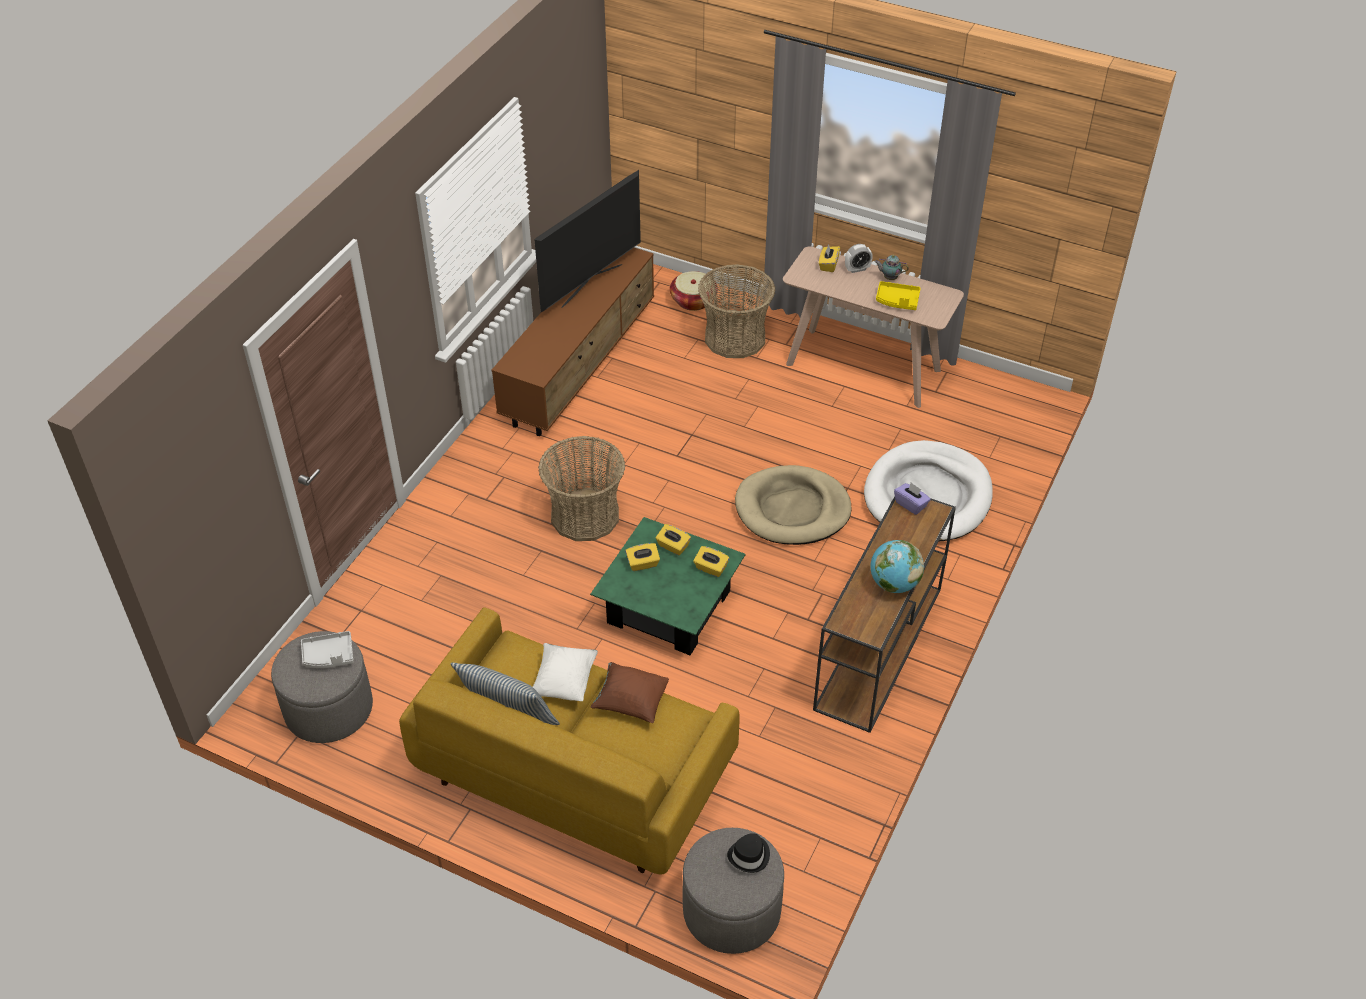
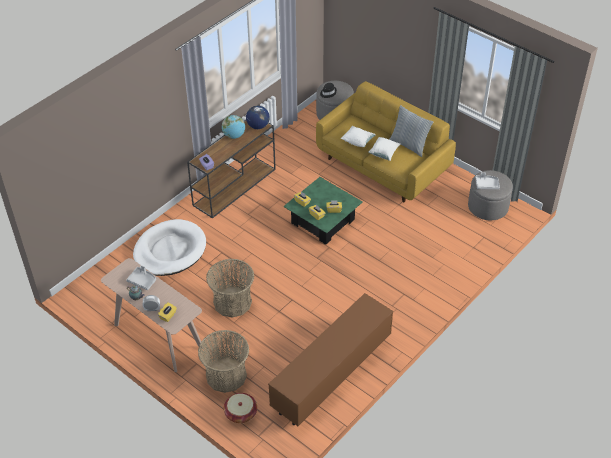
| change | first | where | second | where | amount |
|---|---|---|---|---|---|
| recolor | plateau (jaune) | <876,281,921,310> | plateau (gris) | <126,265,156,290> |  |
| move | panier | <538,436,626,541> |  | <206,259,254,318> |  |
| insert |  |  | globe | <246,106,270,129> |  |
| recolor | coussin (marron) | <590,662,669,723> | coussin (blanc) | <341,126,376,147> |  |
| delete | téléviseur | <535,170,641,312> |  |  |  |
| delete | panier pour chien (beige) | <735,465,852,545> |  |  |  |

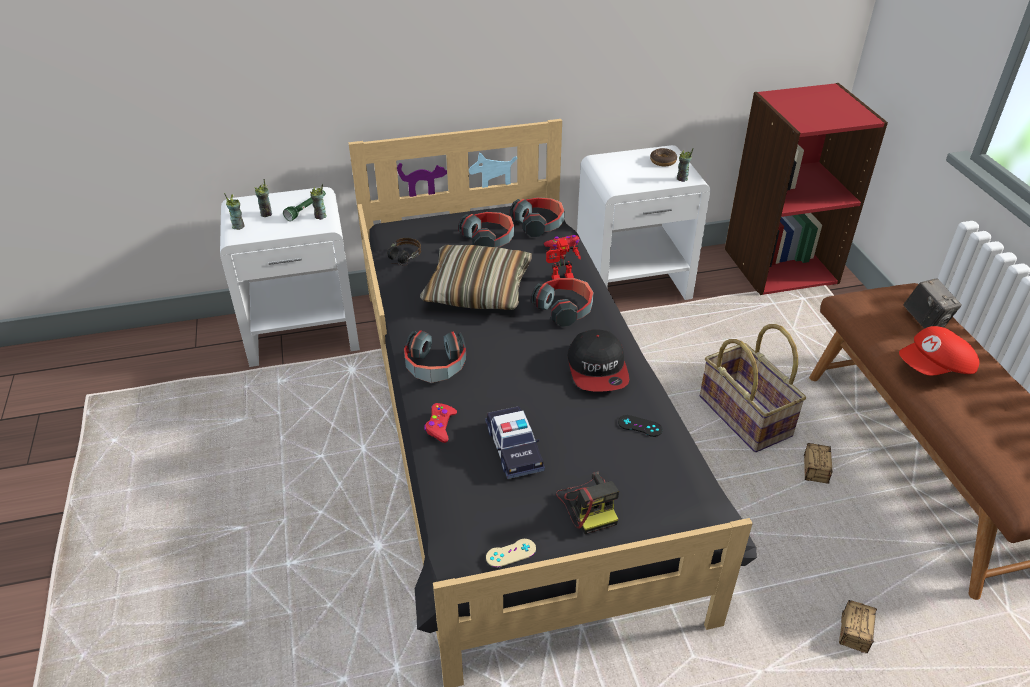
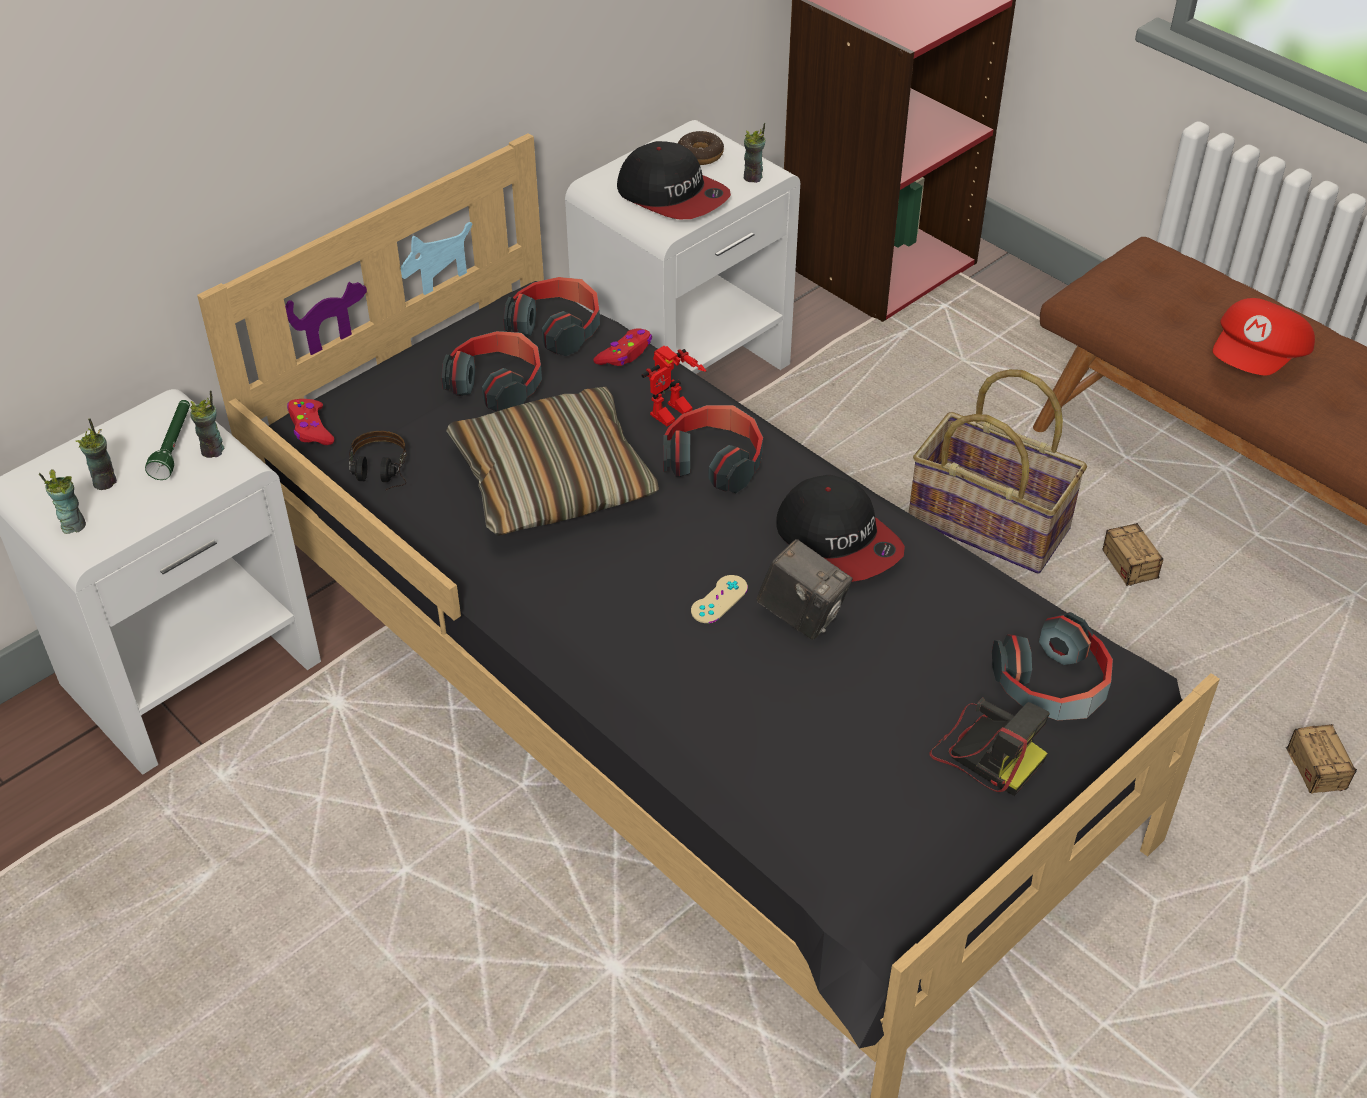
| change | first | where | second | where | amount |
|---|---|---|---|---|---|
| move | manette (rouge) | <424,403,457,443> |  | <287,399,334,445> |  |
| insert |  |  | casquette | <617,141,731,219> |  |
| move | manette (beige) | <486,539,536,567> |  | <691,575,748,623> |  |
| move | appareil photo | <903,278,962,329> |  | <757,539,852,640> |  |
| move | casque audio | <404,330,466,383> |  | <992,612,1113,720> |  |
| delete | petite voiture | <485,406,545,479> |  |  |  |
| delete | manette (noir) | <618,415,663,437> |  |  |  |

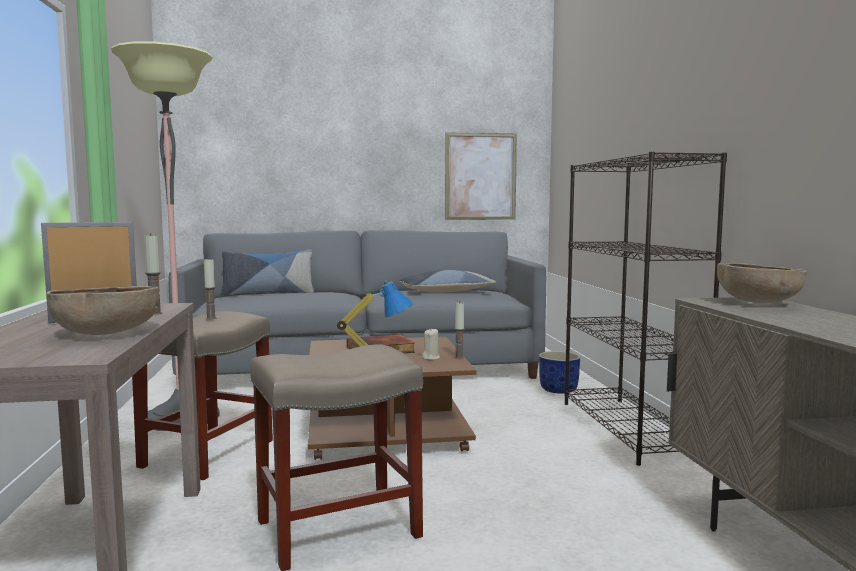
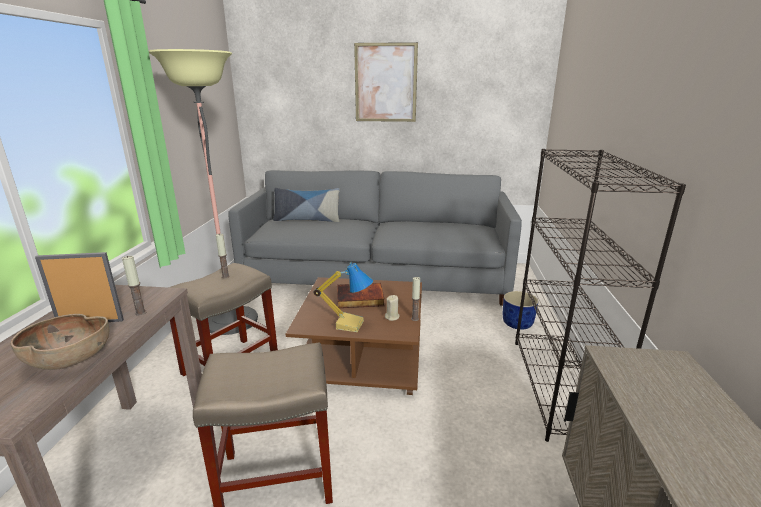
| change | first | where | second | where | amount |
|---|---|---|---|---|---|
| move | tableau | <445,132,517,220> |  | <354,42,418,122> |  |
| delete | coussin | <399,270,496,292> |  |  |  |
| delete | bol (marron) | <717,263,807,303> |  |  |  |

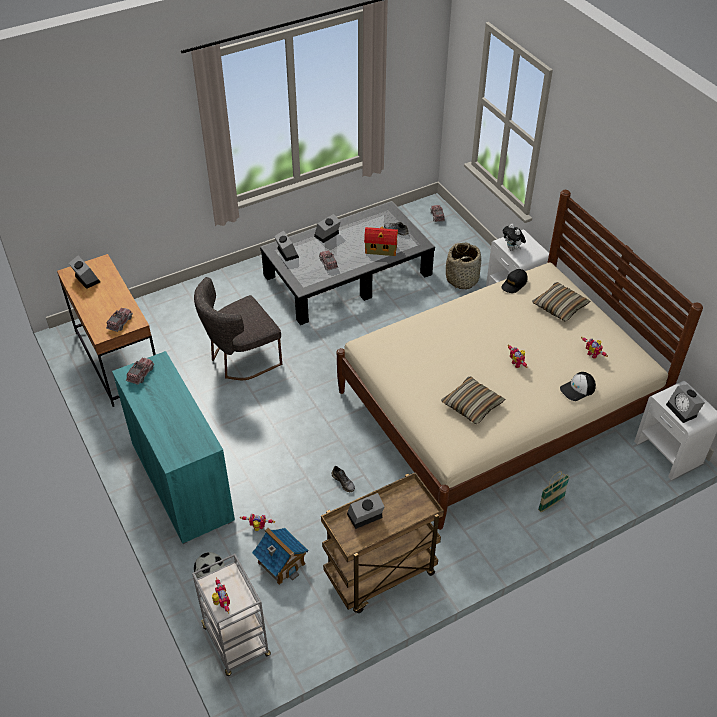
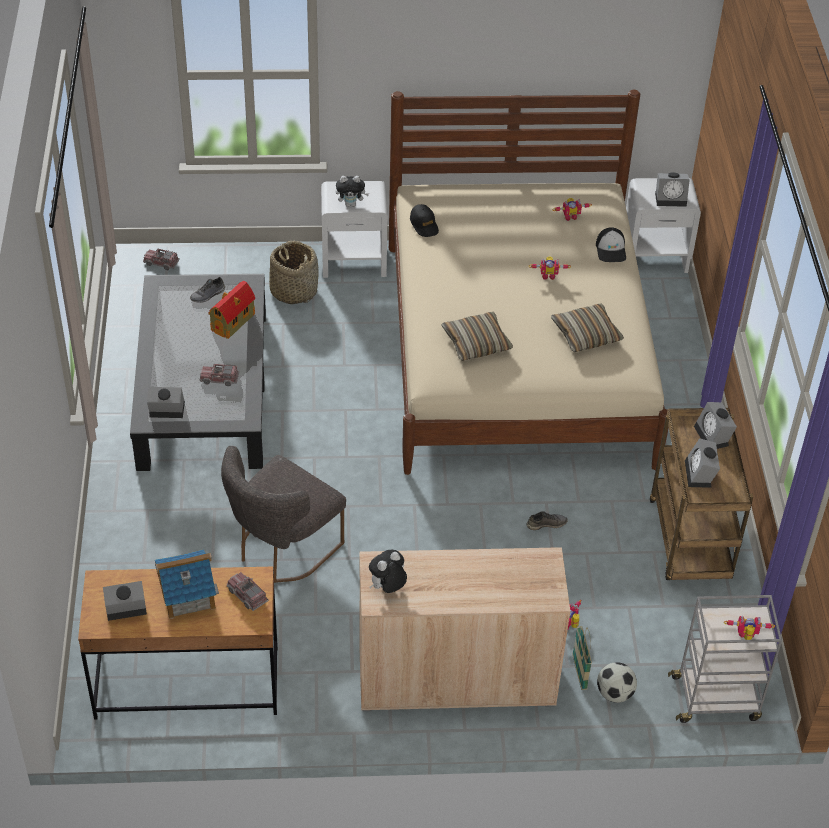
| change | first | where | second | where | amount |
|---|---|---|---|---|---|
| move | maison miniature | <252,528,309,585> |  | <155,549,219,619> |  |
| rotate | chaise (gris) | <194,277,282,380> |  | <221,446,346,583> | 45 degrees clockwise |
| recolor | meuble de rangement (turquoise) | <112,351,235,544> | meuble de rangement (beige) | <359,547,570,711> |  |
| replace | camion jouet | <126,358,154,385> | peluche | <369,550,407,593> |  |
| move | coussin | <532,282,590,321> |  | <441,312,513,361> |  |
| move | panier | <538,471,570,512> |  | <572,626,592,690> |  |
| move | réveil | <314,214,341,243> |  | <694,402,737,449> |  |

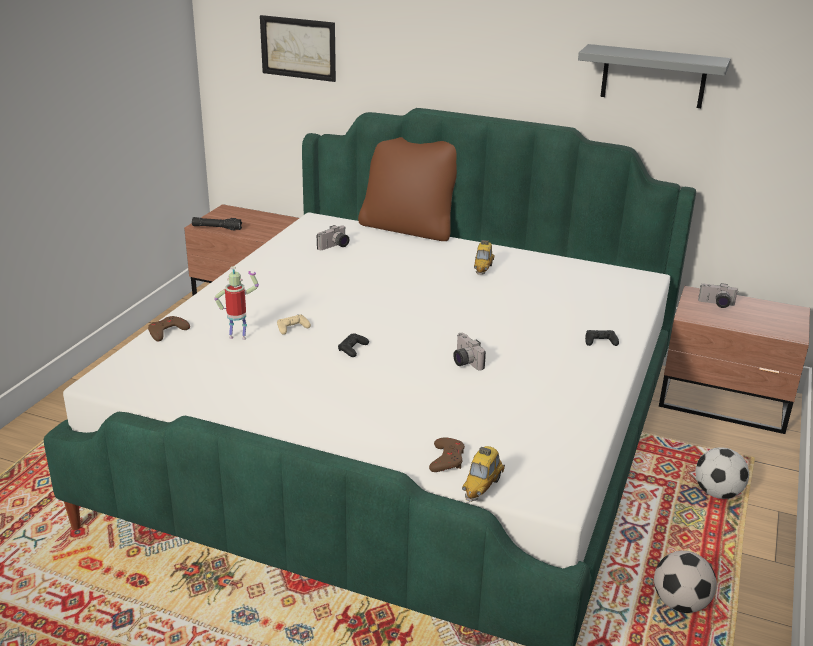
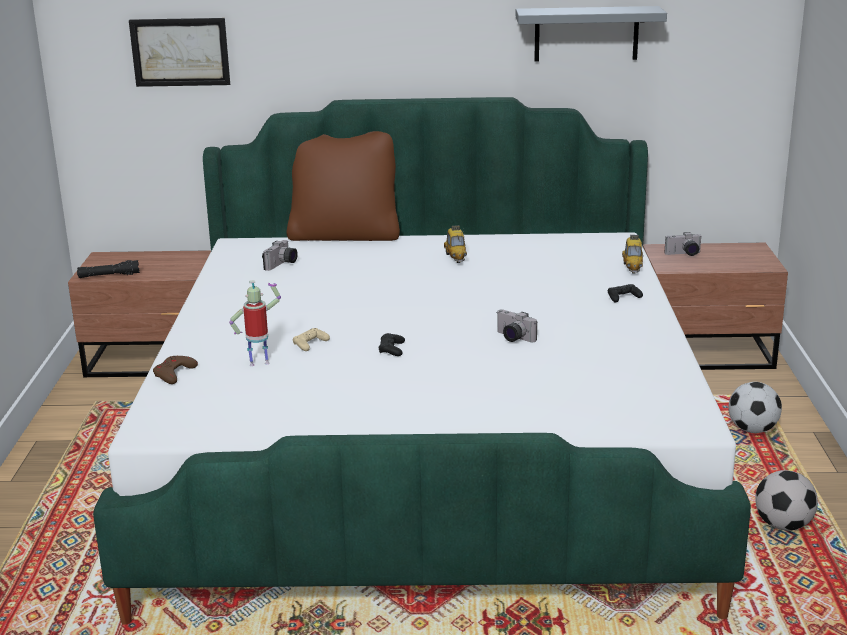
| change | first | where | second | where | amount |
|---|---|---|---|---|---|
| move | petite voiture | <462,446,505,502> |  | <622,235,643,273> |  |
| delete | manette (marron) | <429,437,465,472> |  |  |  |

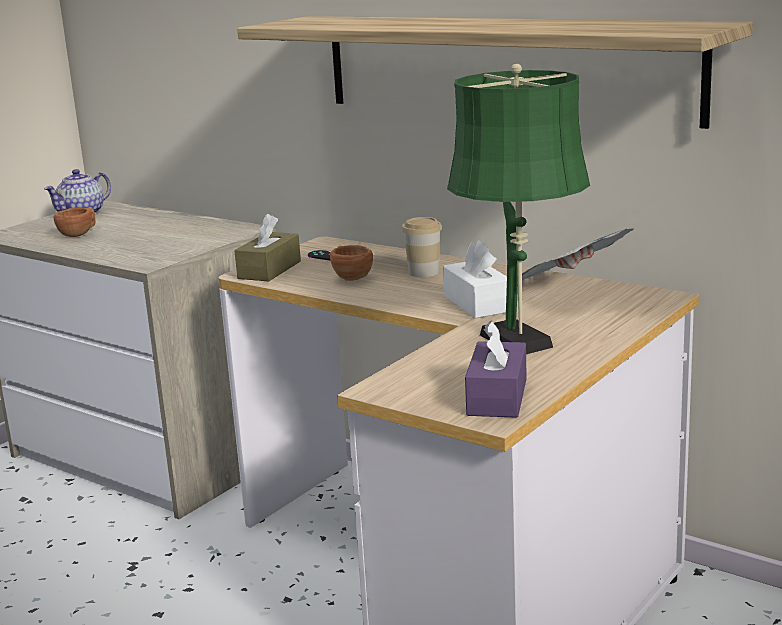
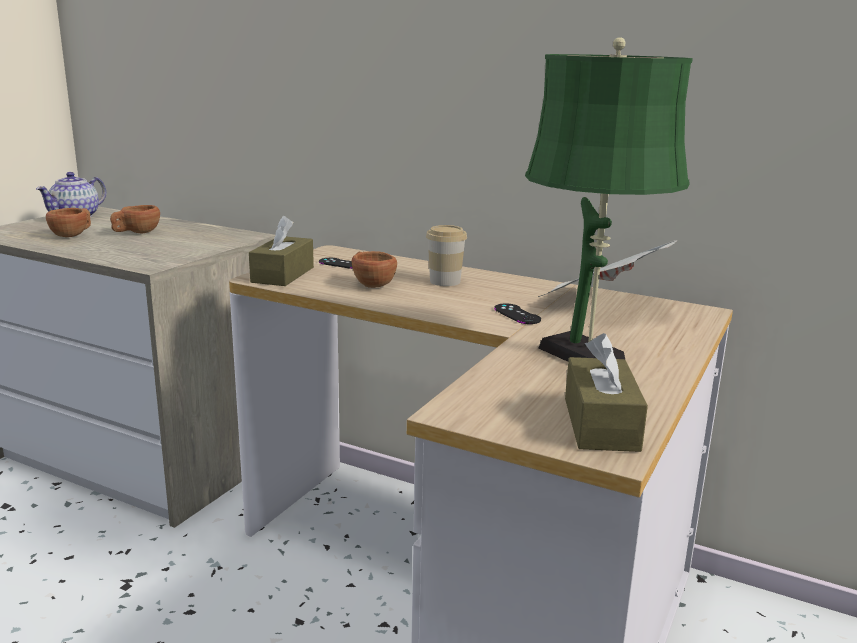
| change | first | where | second | where | amount |
|---|---|---|---|---|---|
| insert |  |  | tasse (marron) | <110,205,160,233> |  |
| replace | boîte à mouchoirs (blanc) | <443,240,507,318> | manette (noir) | <494,304,541,324> |  |
| recolor | boîte à mouchoirs (violet) | <465,321,527,418> | boîte à mouchoirs (marron) | <565,333,648,452> |  |
| delete | étagère | <237,16,753,129> |  |  |  |

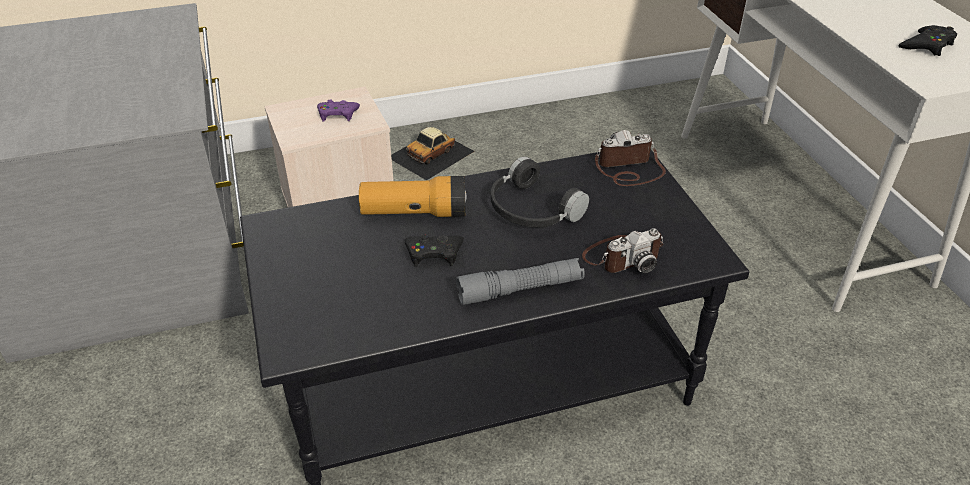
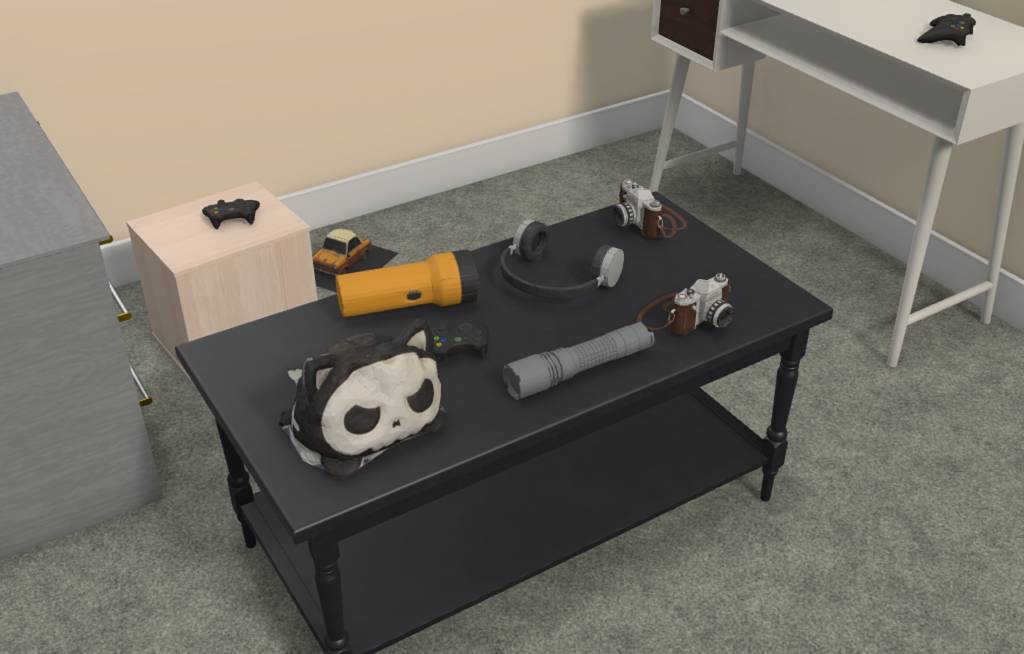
| change | first | where | second | where | amount |
|---|---|---|---|---|---|
| recolor | manette (violet) | <317,100,360,121> | manette (noir) | <202,199,260,229> |  |
| insert |  |  | peluche | <278,318,447,479> |  |
| rotate | appareil photo | <595,130,666,186> |  | <612,179,687,238> | 90 degrees counterclockwise |

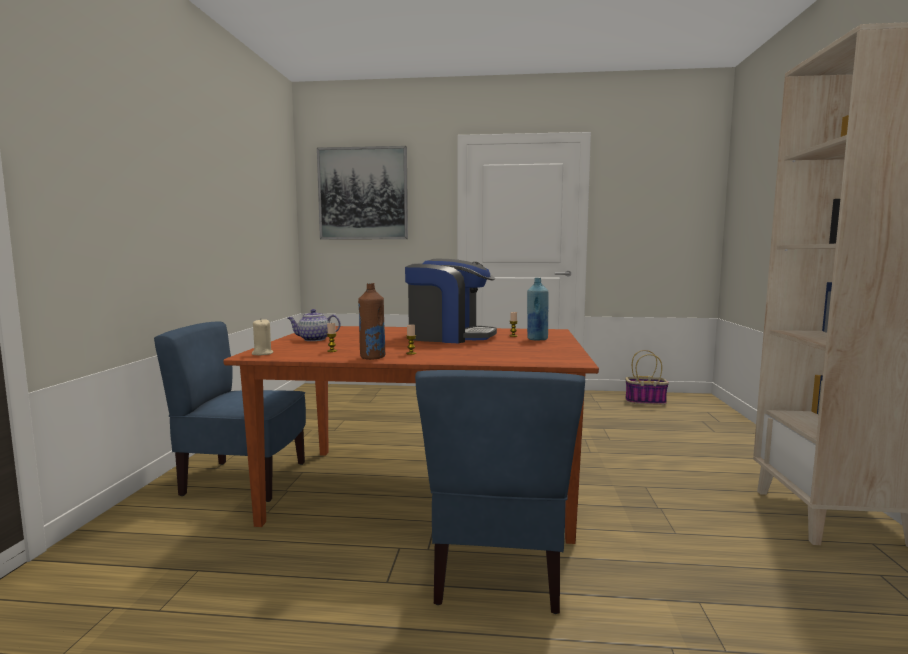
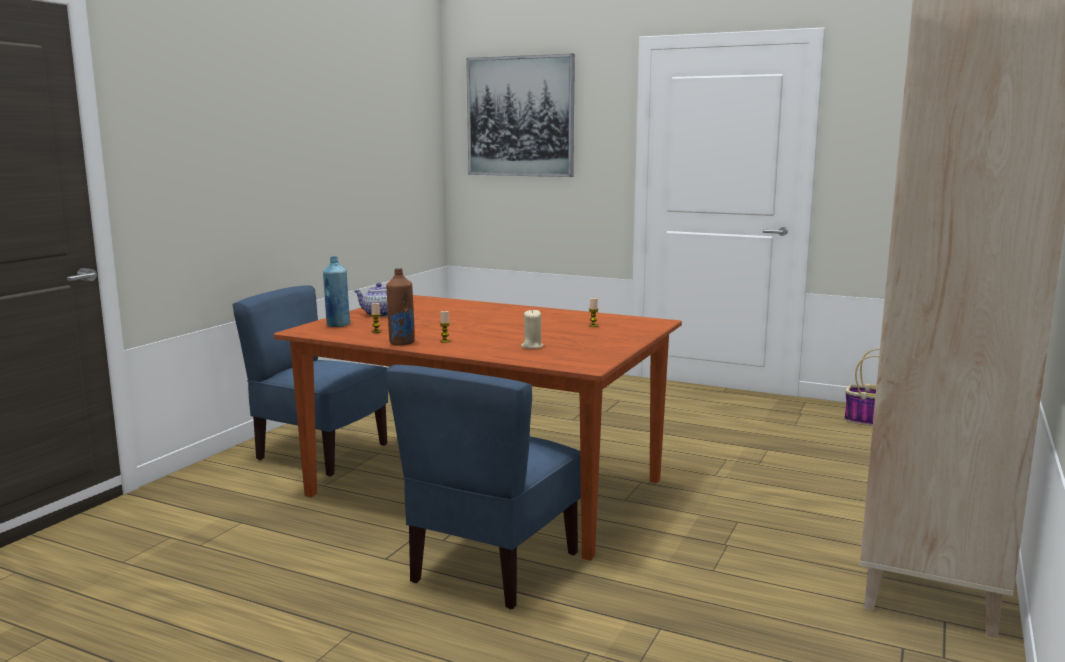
| change | first | where | second | where | amount |
|---|---|---|---|---|---|
| move | bouteille (bleu) | <527,278,548,340> |  | <323,256,351,327> |  |
| move | bougie (beige) | <252,319,273,356> |  | <521,309,543,349> |  |
| delete | machine à café | <405,259,497,343> |  |  |  |

